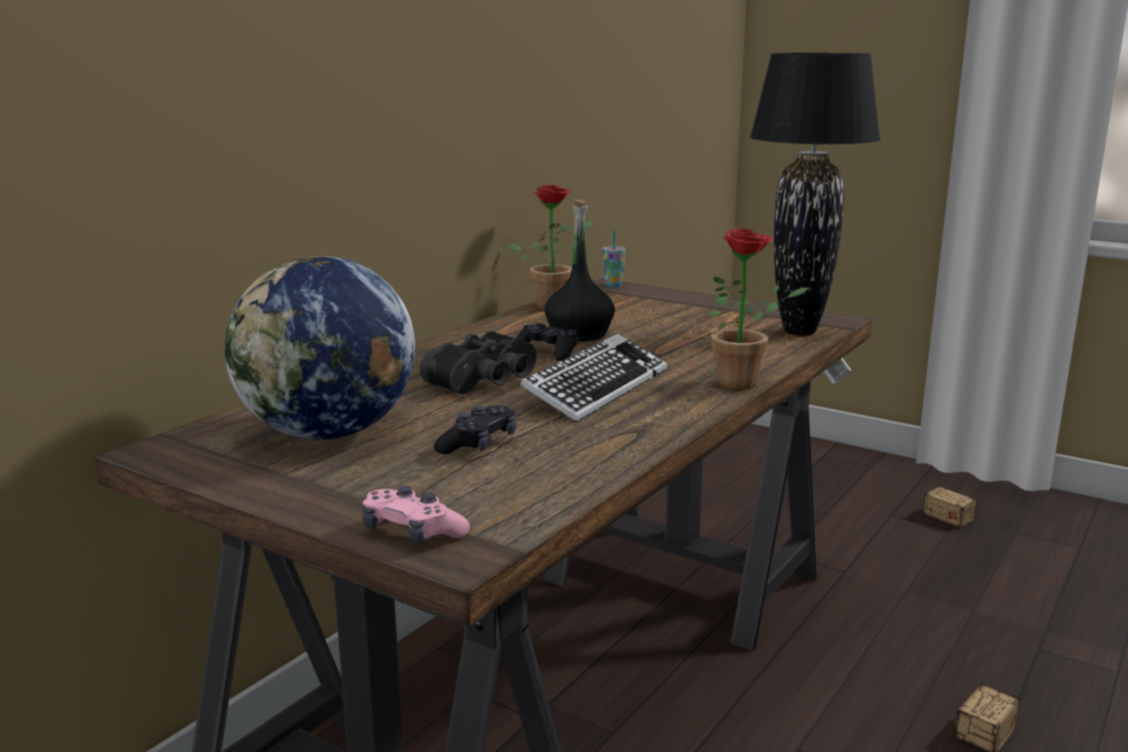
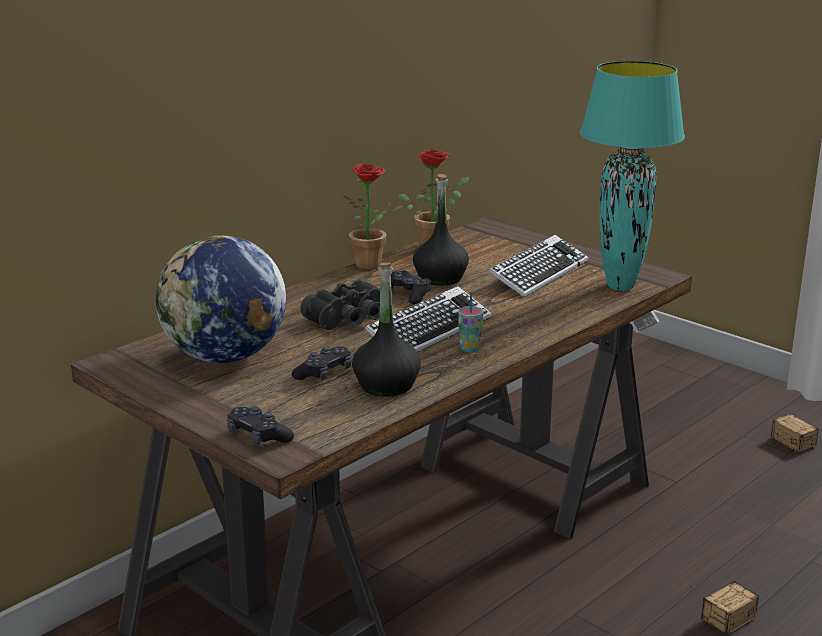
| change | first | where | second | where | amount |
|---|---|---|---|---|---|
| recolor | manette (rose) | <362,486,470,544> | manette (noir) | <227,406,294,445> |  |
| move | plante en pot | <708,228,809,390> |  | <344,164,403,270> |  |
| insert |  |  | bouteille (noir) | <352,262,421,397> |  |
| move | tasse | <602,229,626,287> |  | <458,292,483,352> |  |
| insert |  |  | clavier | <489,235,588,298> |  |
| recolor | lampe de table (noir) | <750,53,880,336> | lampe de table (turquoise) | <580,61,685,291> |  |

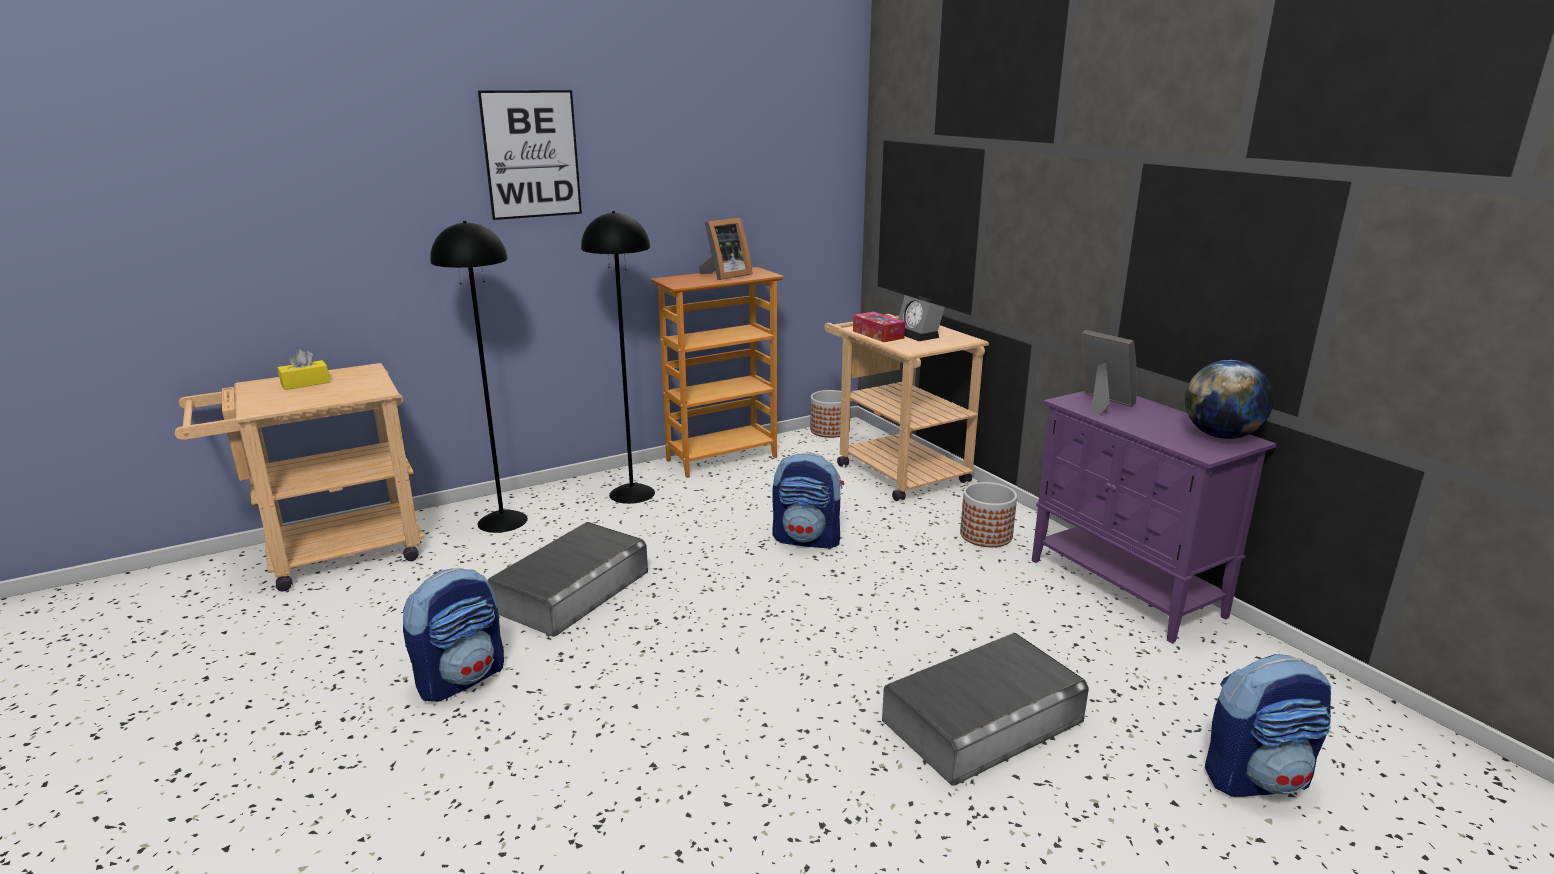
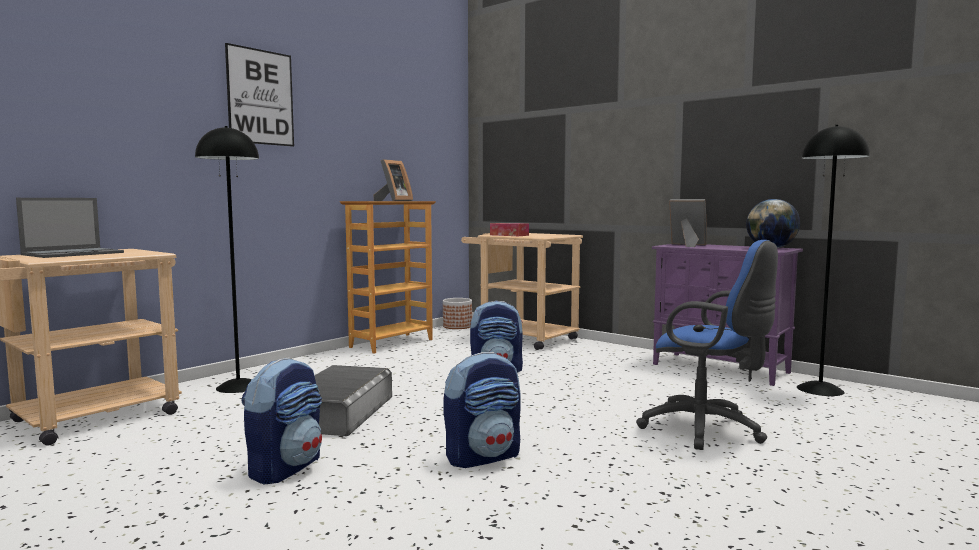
| change | first | where | second | where | amount |
|---|---|---|---|---|---|
| replace | boîte à mouchoirs (jaune) | <277,349,330,390> | ordinateur portable | <16,198,124,258> |  |
| move | sac à dos | <1205,654,1331,797> |  | <443,352,520,468> |  |
| replace | boîte de rangement (gris) | <882,632,1089,786> | chaise de bureau (bleu) | <636,240,778,450> |  |
| move | lampadaire (noir) | <581,211,655,504> |  | <797,125,870,396> |  |
| delete | réveil | <898,295,945,341> |  |  |  |
| delete | cache-pot | <960,482,1017,547> |  |  |  |

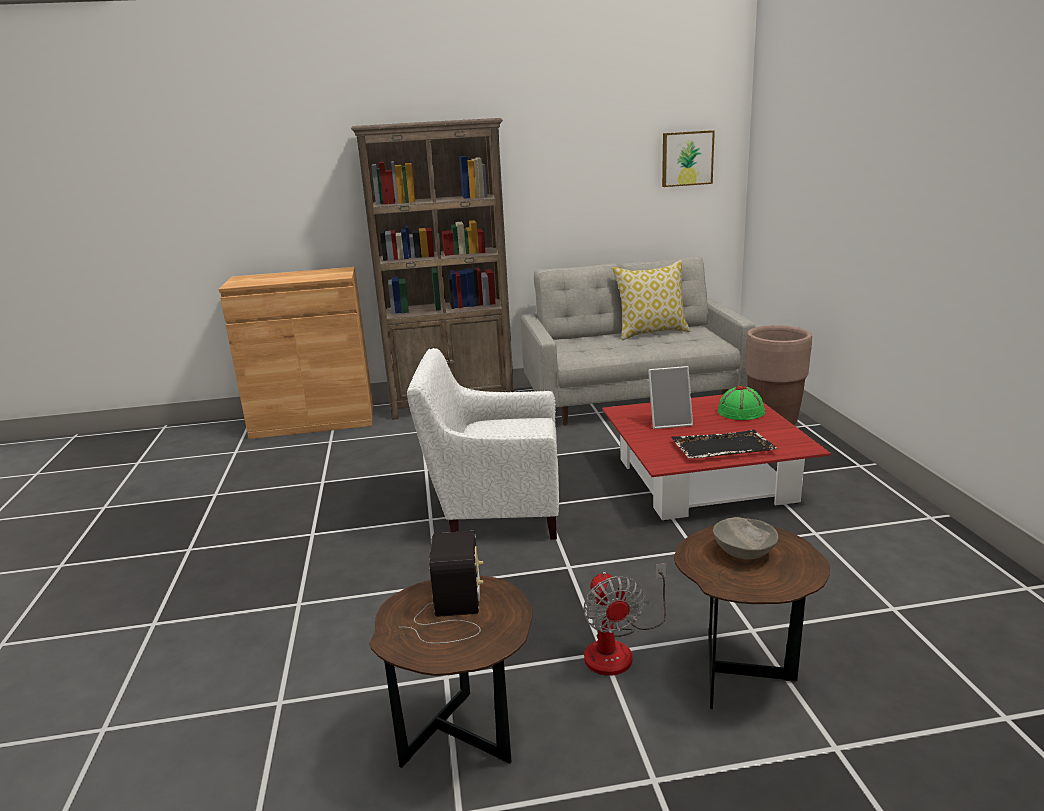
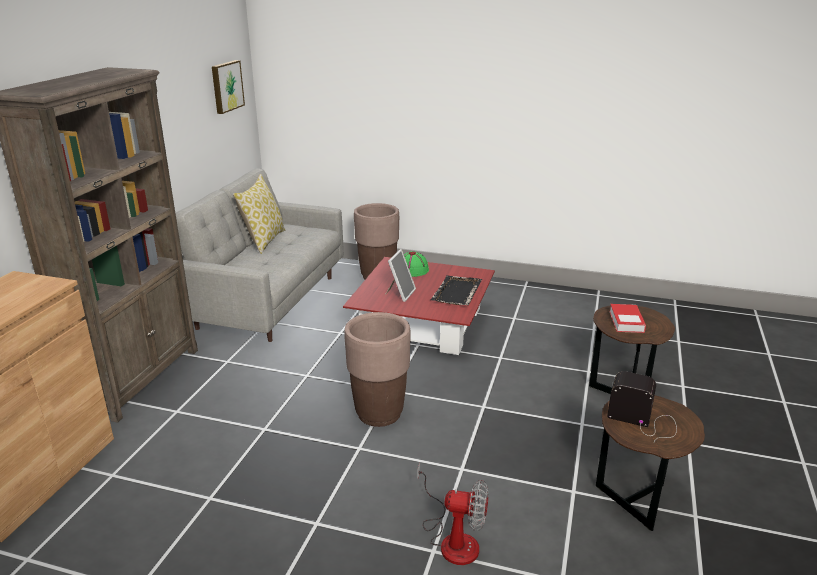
| change | first | where | second | where | amount |
|---|---|---|---|---|---|
| replace | fauteuil (blanc) | <407,348,559,540> | cache-pot (marron) | <344,312,411,427> |  |
| move | ventilateur | <583,563,666,676> |  | <417,463,488,565> |  |
| replace | bol (gris) | <713,517,778,559> | livre | <609,304,646,333> |  |

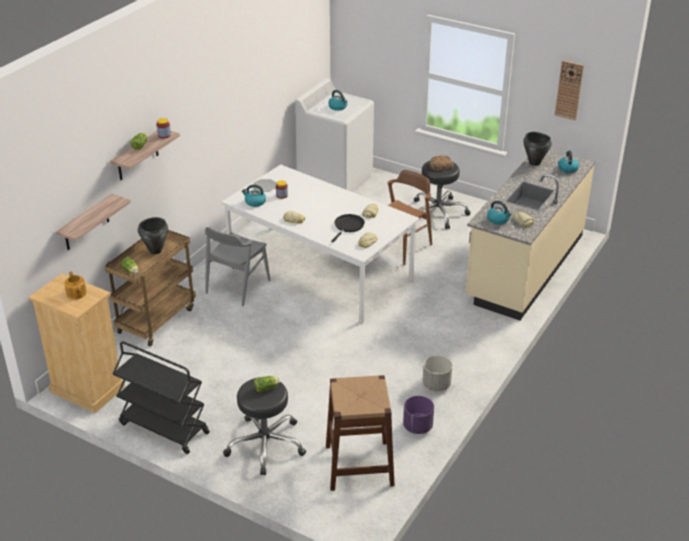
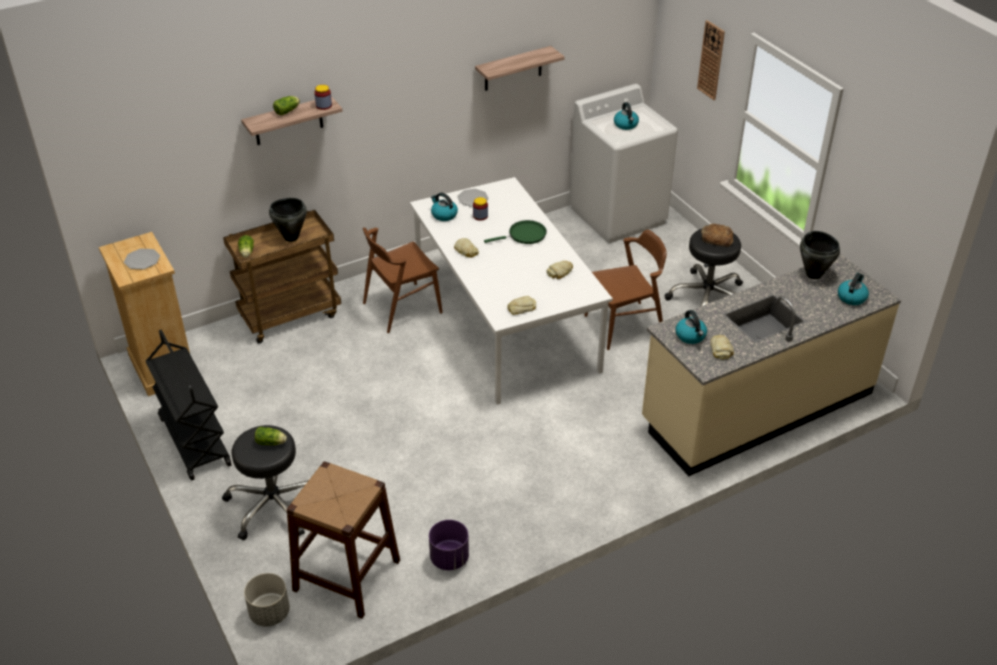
| change | first | where | second | where | amount |
|---|---|---|---|---|---|
| replace | théière | <64,272,87,299> | assiette | <124,249,160,269> |  |
| move | cache-pot (gris) | <423,355,452,391> |  | <244,573,290,627> |  |
| recolor | chaise (gris) | <205,227,270,307> | chaise (marron) | <363,228,443,333> |  |
| move | étagère | <56,194,131,250> |  | <475,46,565,91> |  |
| insert |  |  | poêle (vert) | <484,220,547,244> |  |
| move | horloge murale | <555,60,584,120> |  | <697,20,725,100> |  |
| delete | poêle (noir) | <331,214,365,243> |  |  |  |

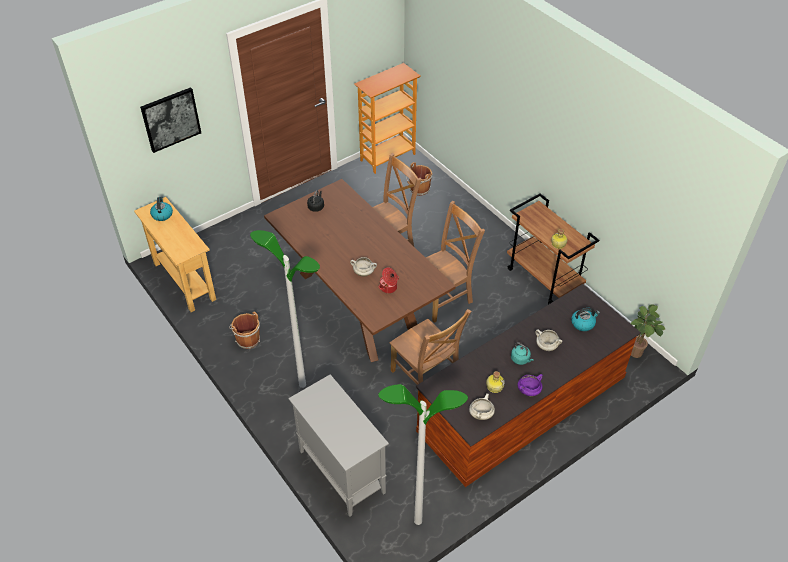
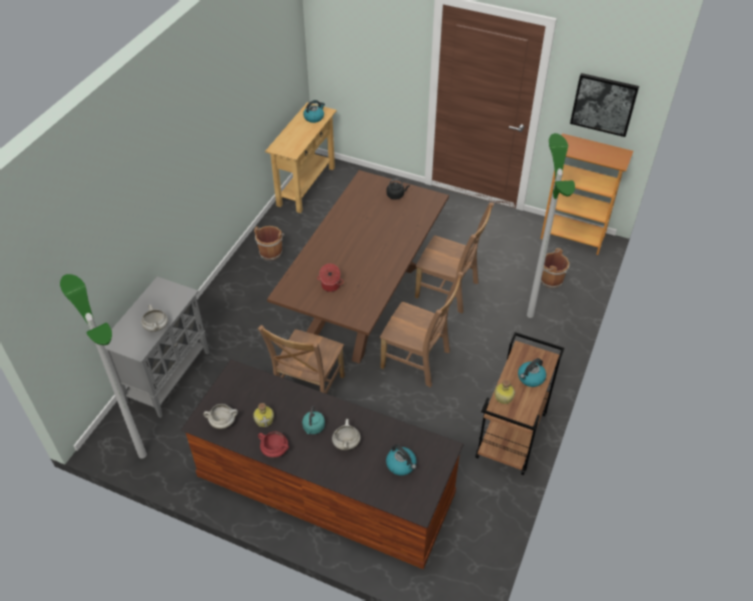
| change | first | where | second | where | amount |
|---|---|---|---|---|---|
| move | marmite (blanc) | <350,257,377,277> |  | <141,305,168,332> |  |
| recolor | marmite (violet) | <518,374,543,396> | marmite (rouge) | <258,431,289,458> |  |
| insert |  |  | bouilloire | <518,358,546,387> |  |
| move | lampadaire | <250,230,320,388> |  | <527,133,575,318> |  |
| move | tableau | <140,87,201,153> |  | <570,73,639,137> |  |
| delete | plante en pot | <630,304,665,358> |  |  |  |

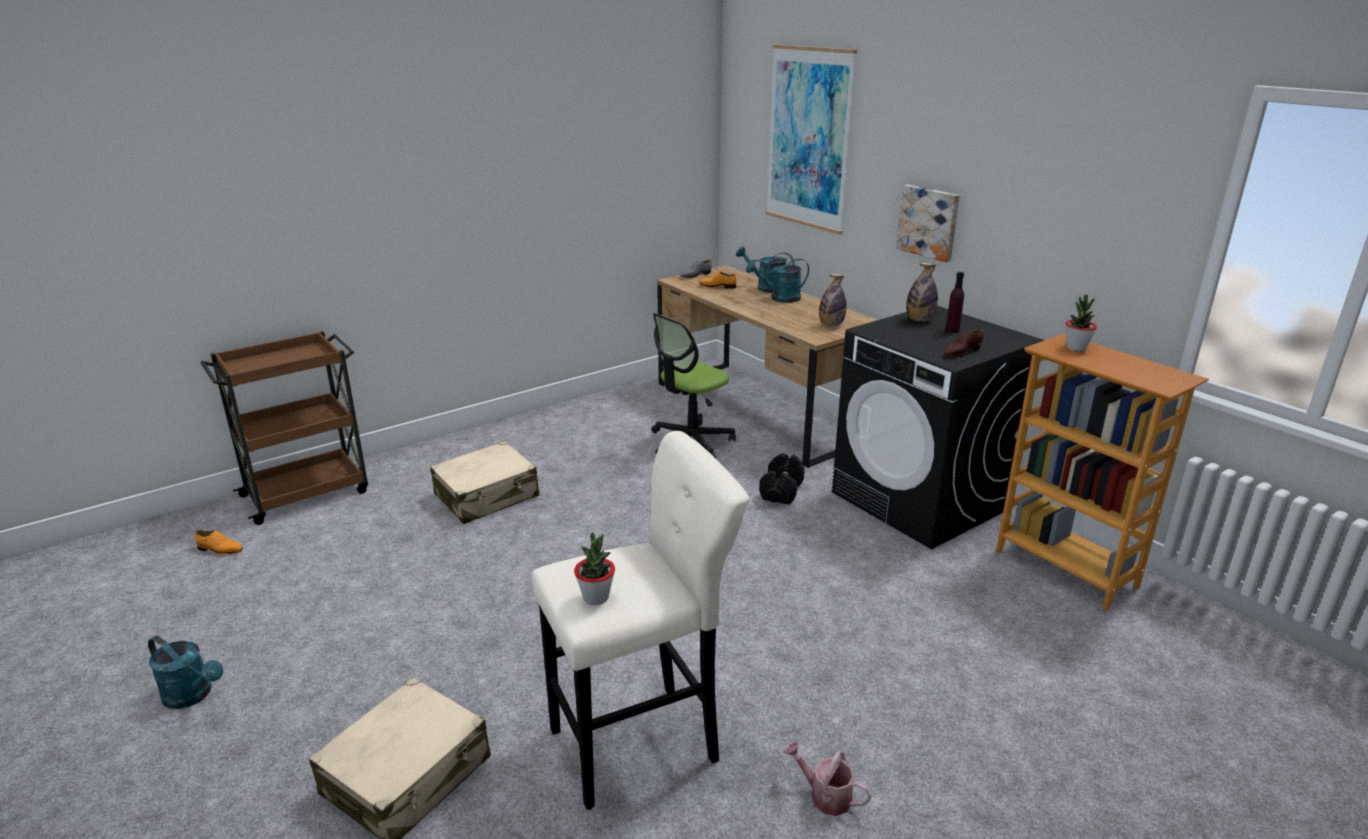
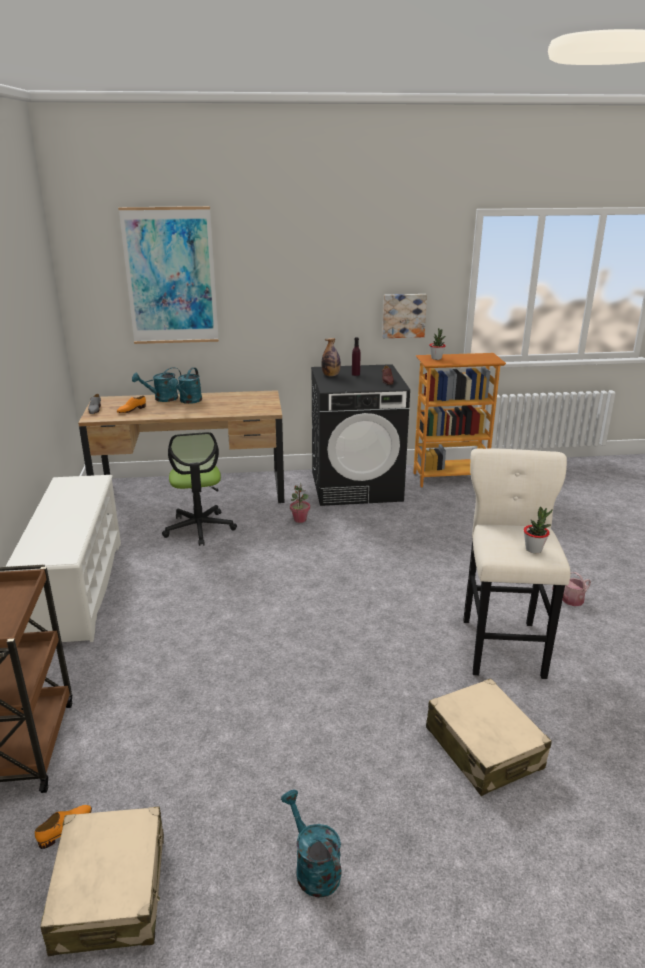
| change | first | where | second | where | amount |
|---|---|---|---|---|---|
| insert |  |  | étagère à chaussures (blanc) | <5,475,121,642> |  |
| move | valise (beige) | <430,441,539,524> |  | <40,807,164,956> |  |
| rotate | arrosoir (turquoise) | <148,636,223,709> |  | <281,790,342,898> | 90 degrees counterclockwise |
| replace | haltère (noir) | <759,453,805,505> | plante en pot | <290,483,310,523> |  |
| move | tableau | <896,184,960,262> |  | <382,294,427,338> |  |
| delete | bouteille | <819,274,847,327> |  |  |  |

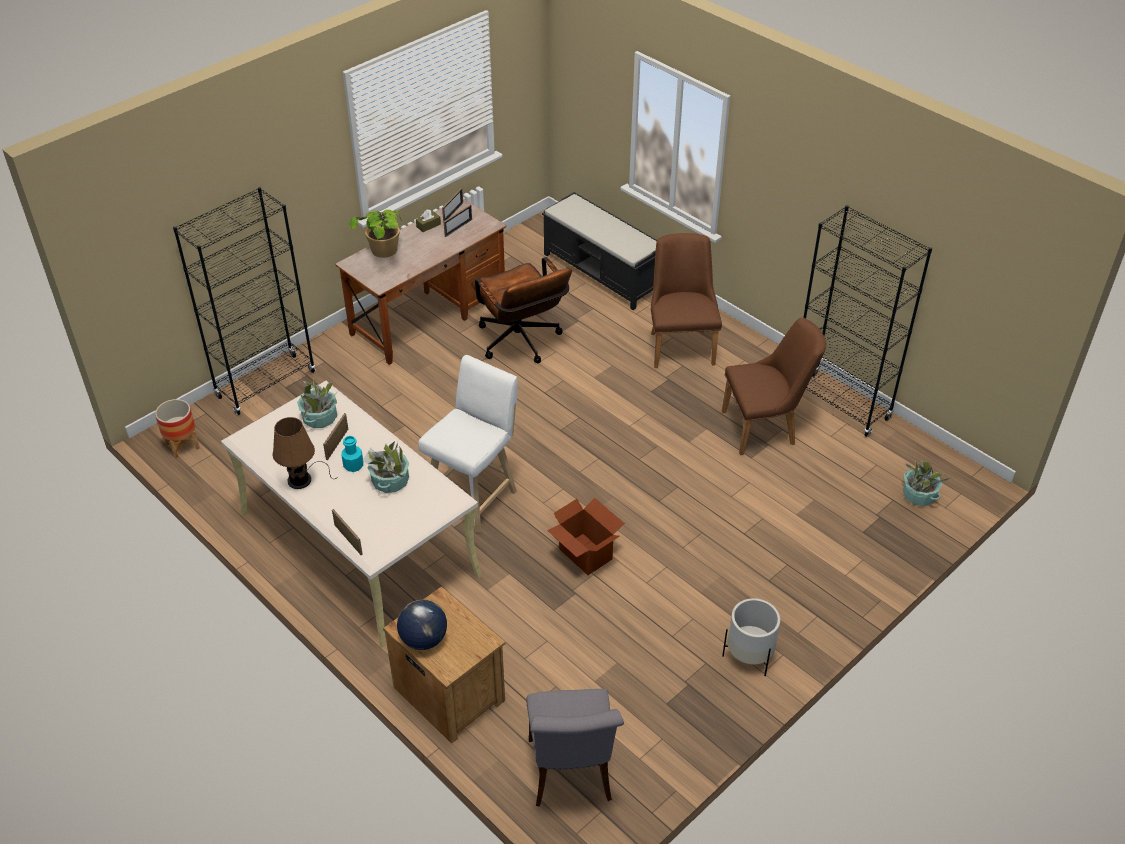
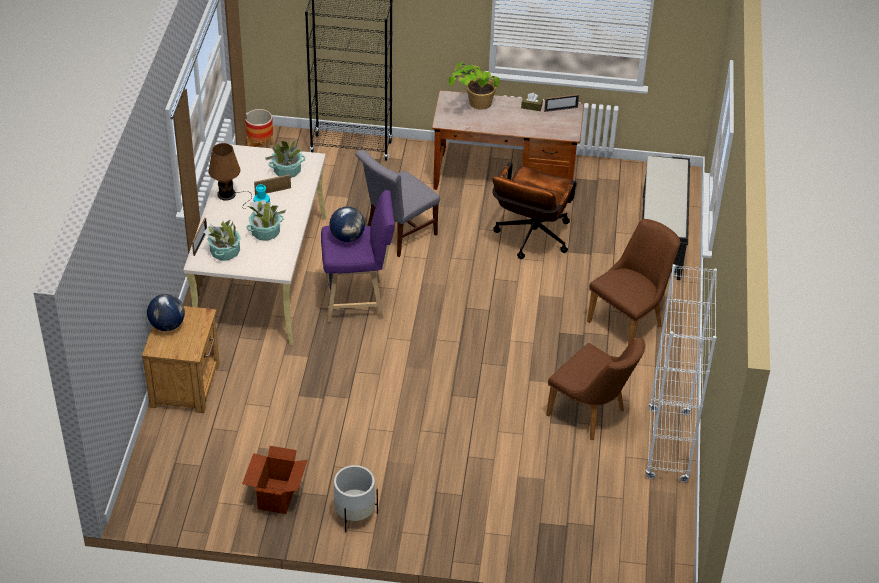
| change | first | where | second | where | amount |
|---|---|---|---|---|---|
| move | plante en pot | <903,461,952,506> |  | <204,219,241,260> |  |
| move | carton | <547,498,624,575> |  | <242,446,308,514> |  |
| recolor | tabouret (blanc) | <418,355,518,533> | tabouret (violet) | <321,190,395,322> |  |
| insert |  |  | globe | <329,207,365,242> |  |
| move | chaise (gris) | <526,689,624,807> |  | <355,150,440,257> |  |
| recolor | bibliothèque (noir) | <803,205,932,437> | bibliothèque (blanc) | <645,264,717,483> |  |
| delete | cadre photo | <444,205,472,237> |  |  |  |

